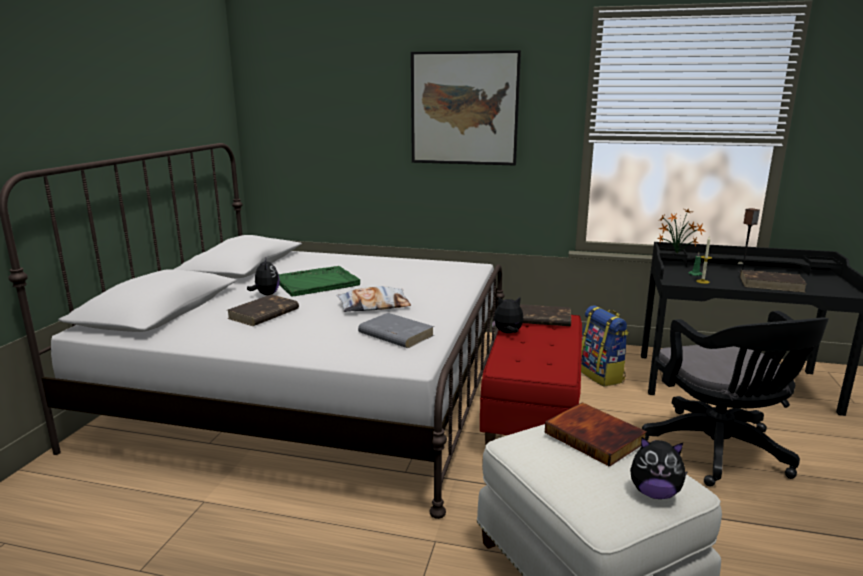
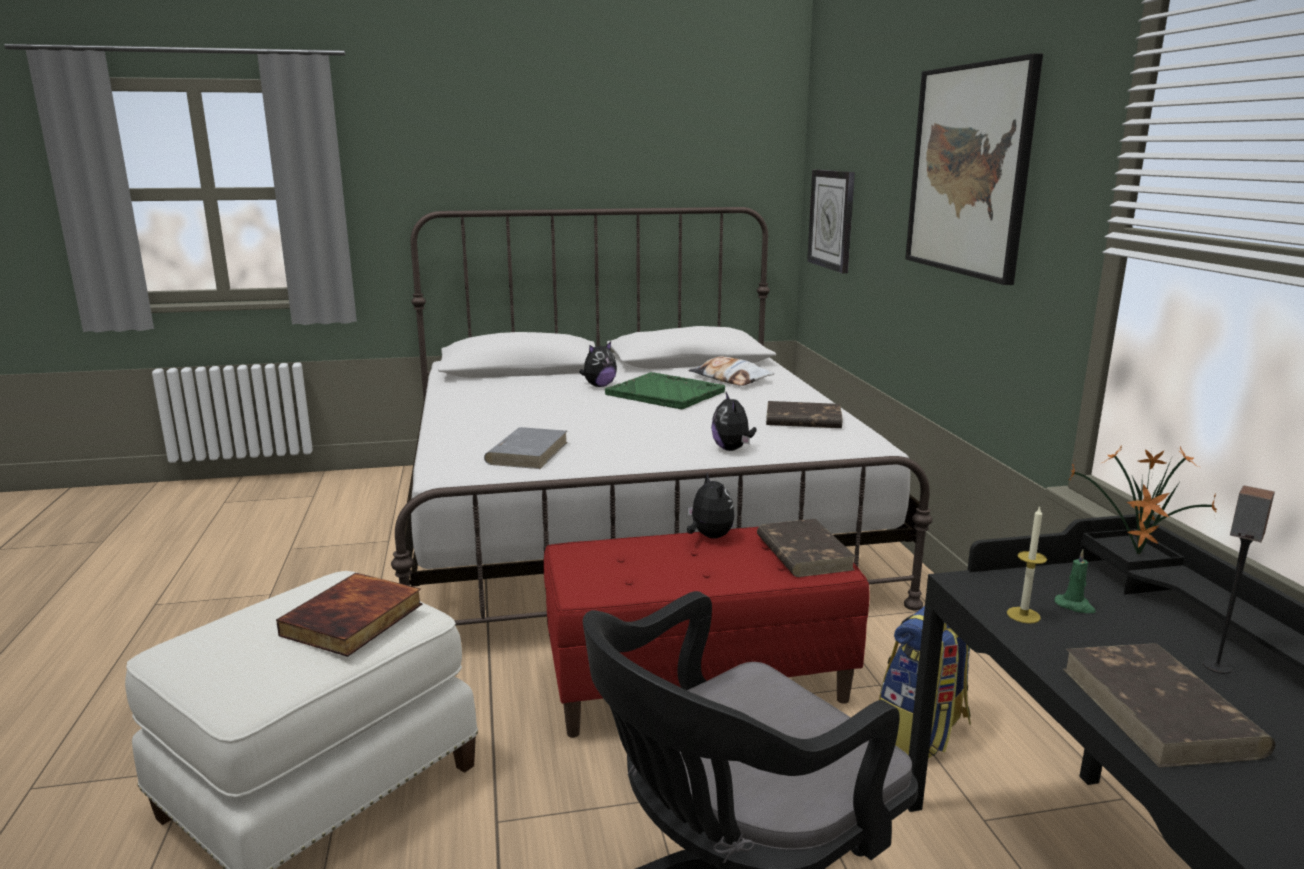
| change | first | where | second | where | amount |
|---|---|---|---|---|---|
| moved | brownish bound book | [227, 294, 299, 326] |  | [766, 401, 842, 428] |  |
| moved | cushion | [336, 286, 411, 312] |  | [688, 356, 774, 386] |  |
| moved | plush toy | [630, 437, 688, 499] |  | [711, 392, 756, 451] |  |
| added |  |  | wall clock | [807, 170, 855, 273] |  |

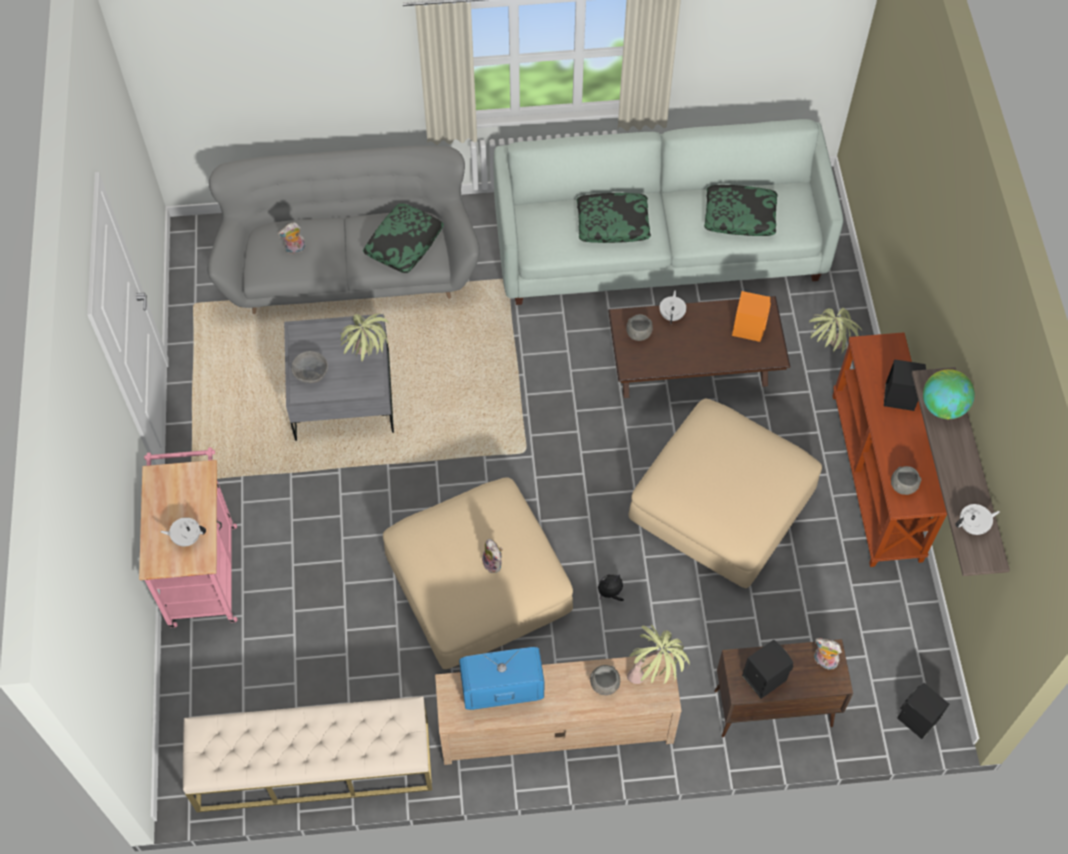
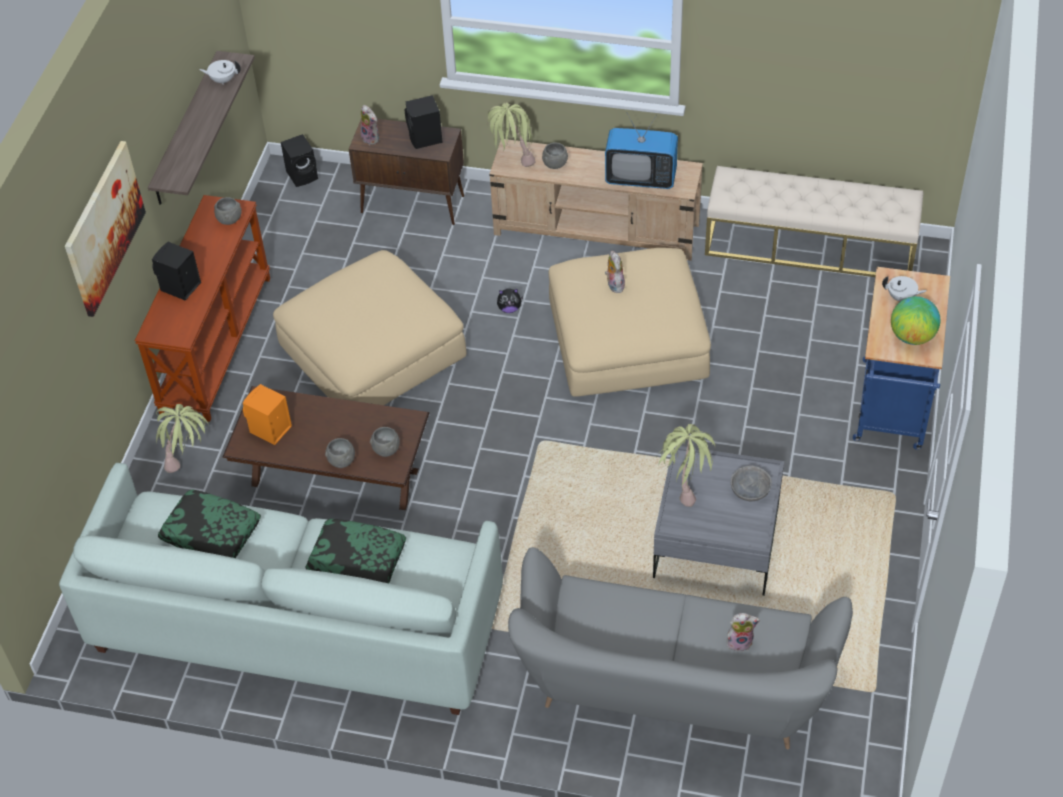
| change | first | where | second | where | amount |
|---|---|---|---|---|---|
| recoloured | pink trolley | [139, 447, 237, 628] | blue trolley | [853, 267, 950, 450] |  |
| removed | cushion | [363, 203, 444, 273] |  |  |  |
| replaced | whitish pot for tea | [659, 290, 686, 324] | gray serving bowl | [325, 438, 355, 468] |  |
| moved | world globe | [923, 369, 975, 419] |  | [891, 296, 940, 345] |  |
| added |  |  | wall picture | [65, 141, 146, 317] |  |

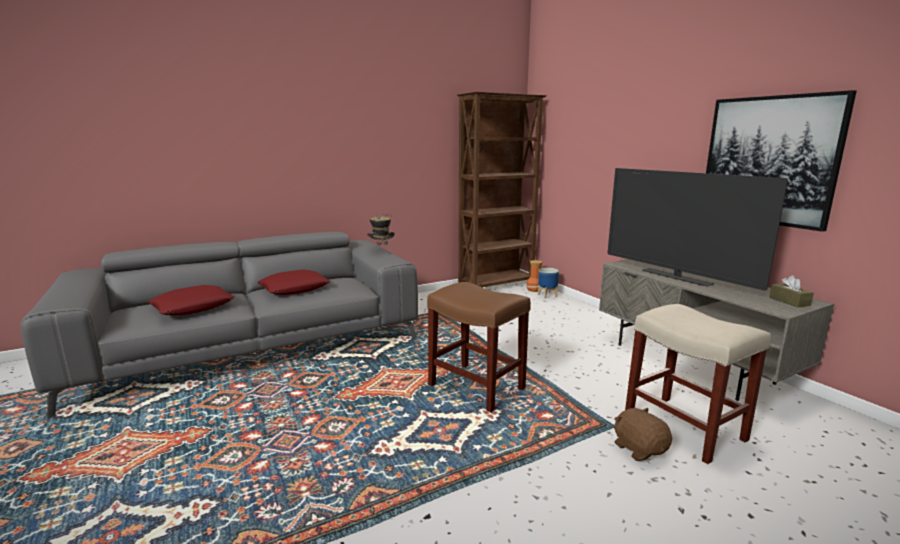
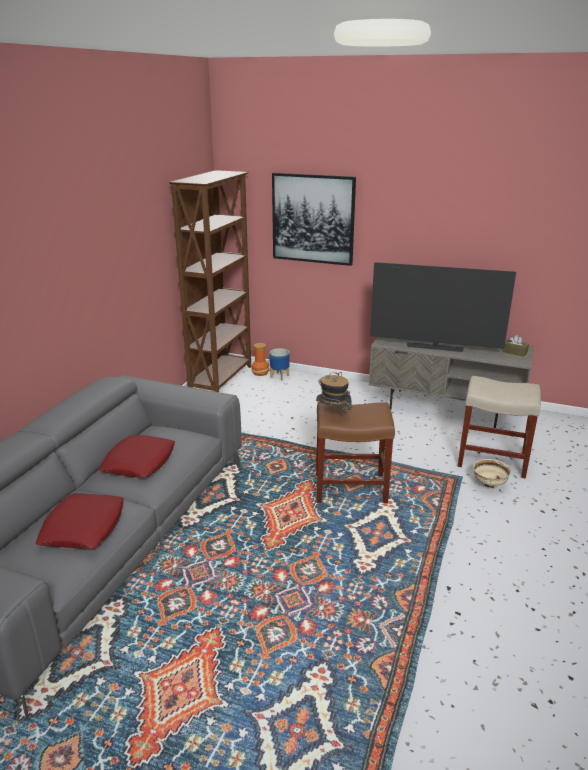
| change | first | where | second | where | amount |
|---|---|---|---|---|---|
| moved | wearable hat | [367, 214, 395, 246] |  | [316, 372, 352, 418] |  |
| replaced | brownish plush toy | [614, 408, 672, 461] | beige serving bowl | [473, 459, 511, 489] |  |
| moved | wall picture | [706, 90, 857, 232] |  | [272, 173, 356, 266] |  |

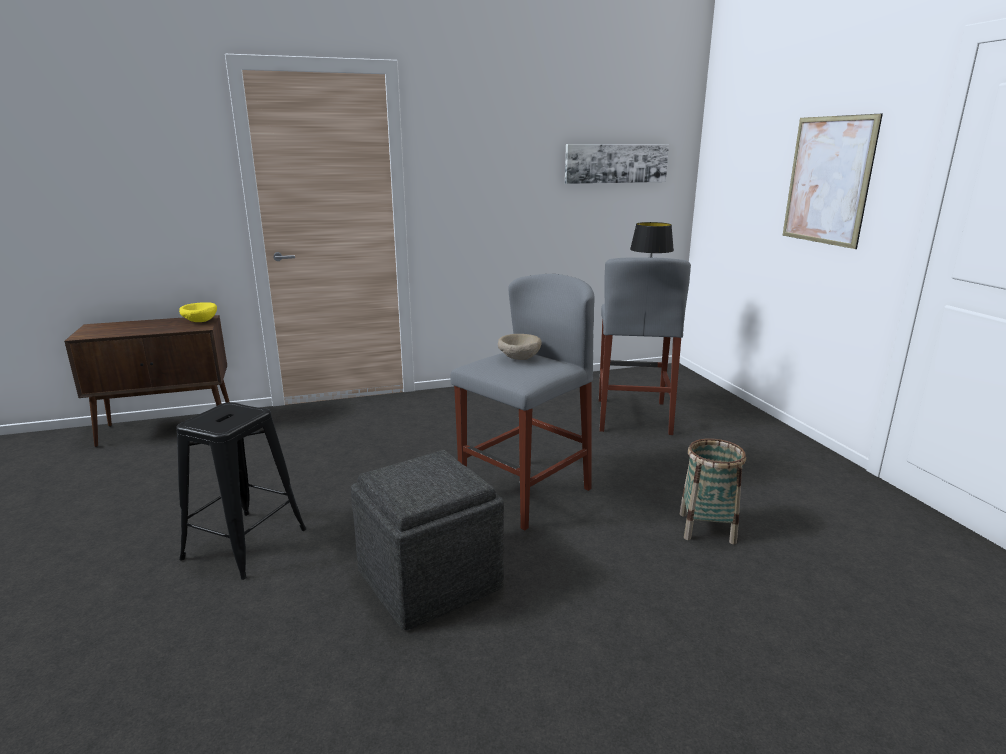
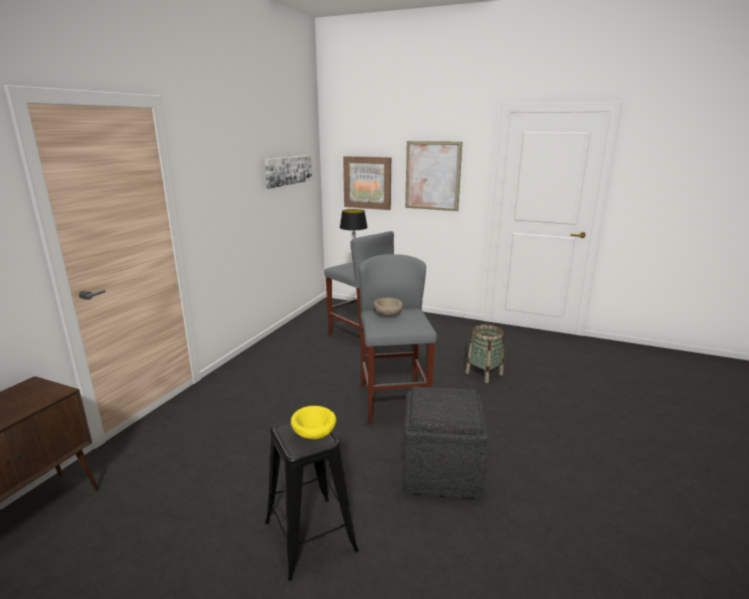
| change | first | where | second | where | amount |
|---|---|---|---|---|---|
| moved | yellow-coloured serving bowl | [179, 302, 217, 322] |  | [291, 406, 336, 440] |  |
| added |  |  | wall picture | [343, 156, 391, 210] |  |

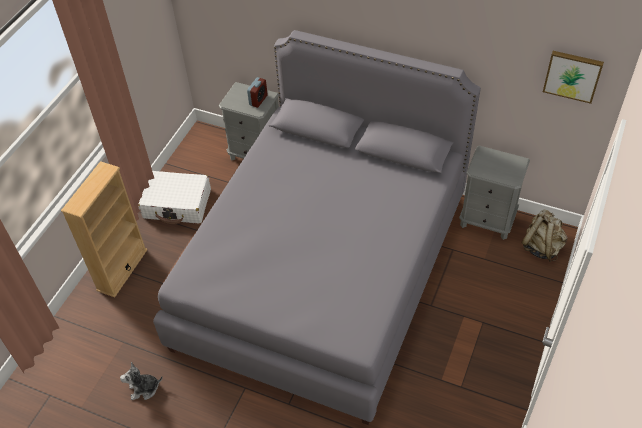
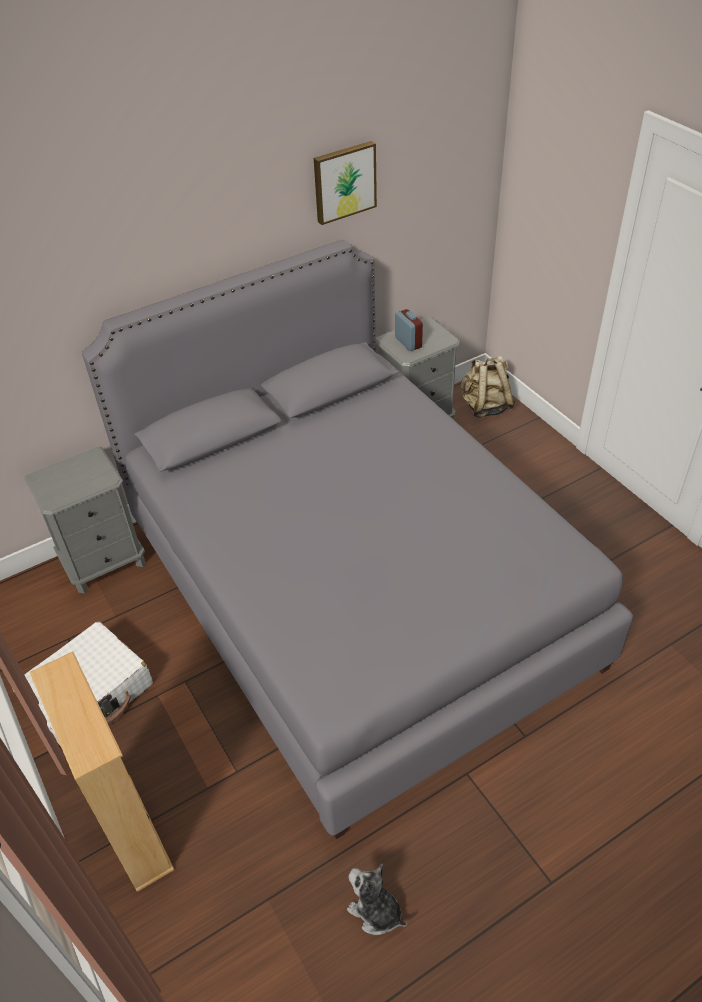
| change | first | where | second | where | amount |
|---|---|---|---|---|---|
| turned | plush toy | [120, 362, 163, 400] |  | [347, 864, 408, 935] | 105 degrees clockwise |
| moved | table clock | [247, 77, 267, 108] |  | [395, 309, 423, 351] |  |
| moved | wall picture | [543, 51, 604, 104] |  | [314, 141, 377, 225] |  |

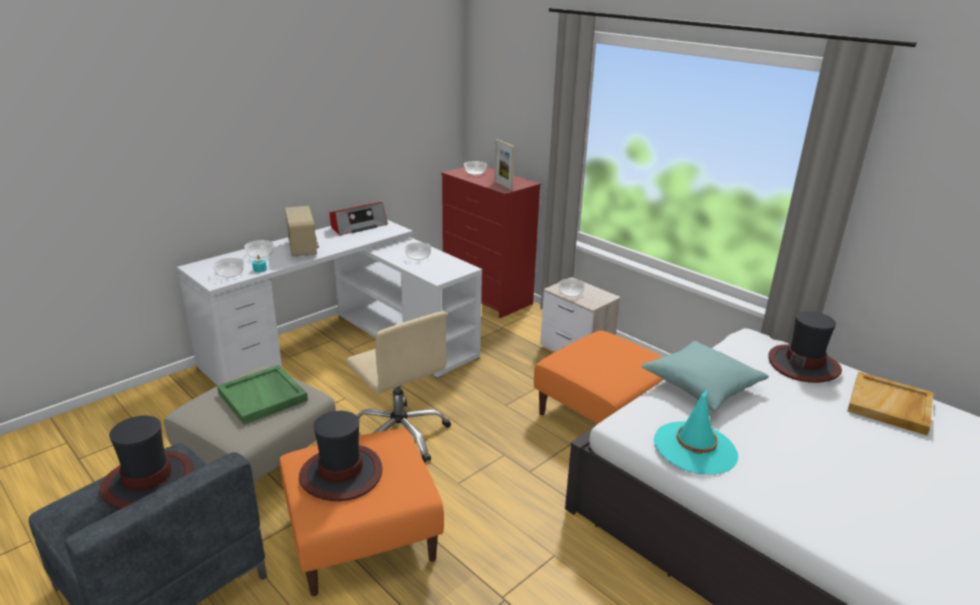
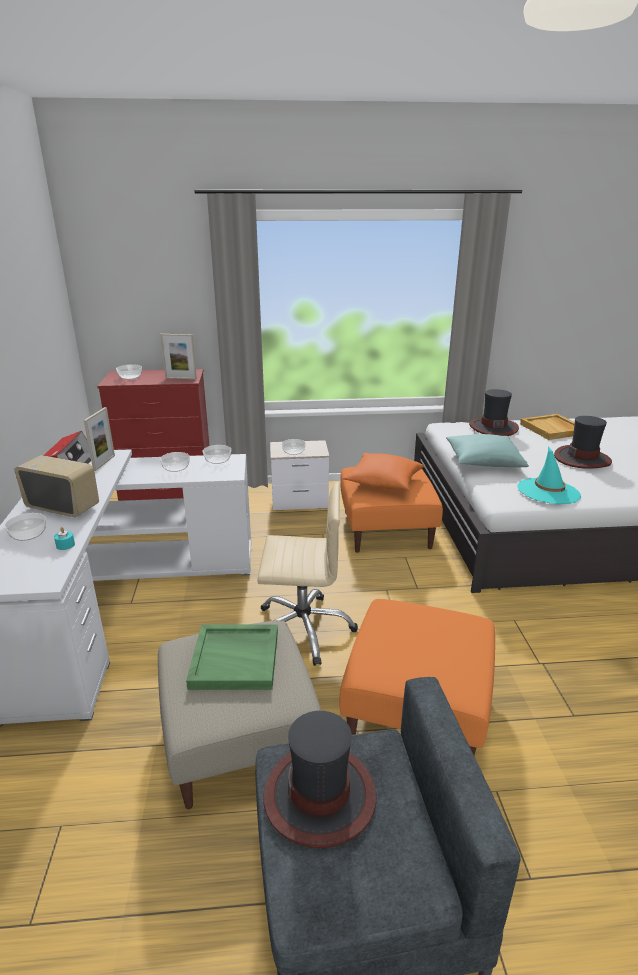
| change | first | where | second | where | amount |
|---|---|---|---|---|---|
| moved | serving bowl | [213, 258, 244, 278] |  | [203, 445, 231, 464] |  |
| moved | wearable hat | [299, 411, 383, 501] |  | [554, 416, 612, 469] |  |
| added |  |  | picture frame | [84, 407, 115, 471] |  |
| added |  |  | orange-coloured cushion | [342, 453, 424, 490] |  |

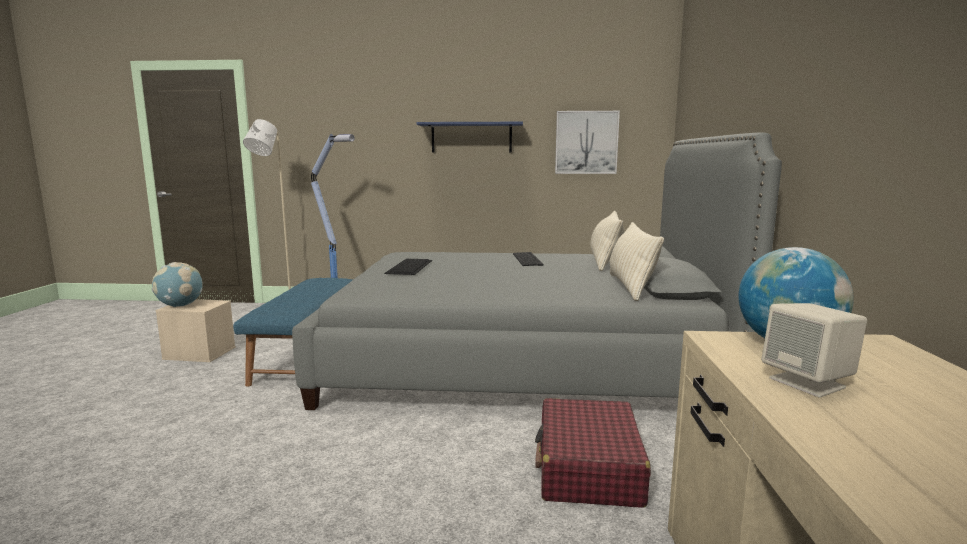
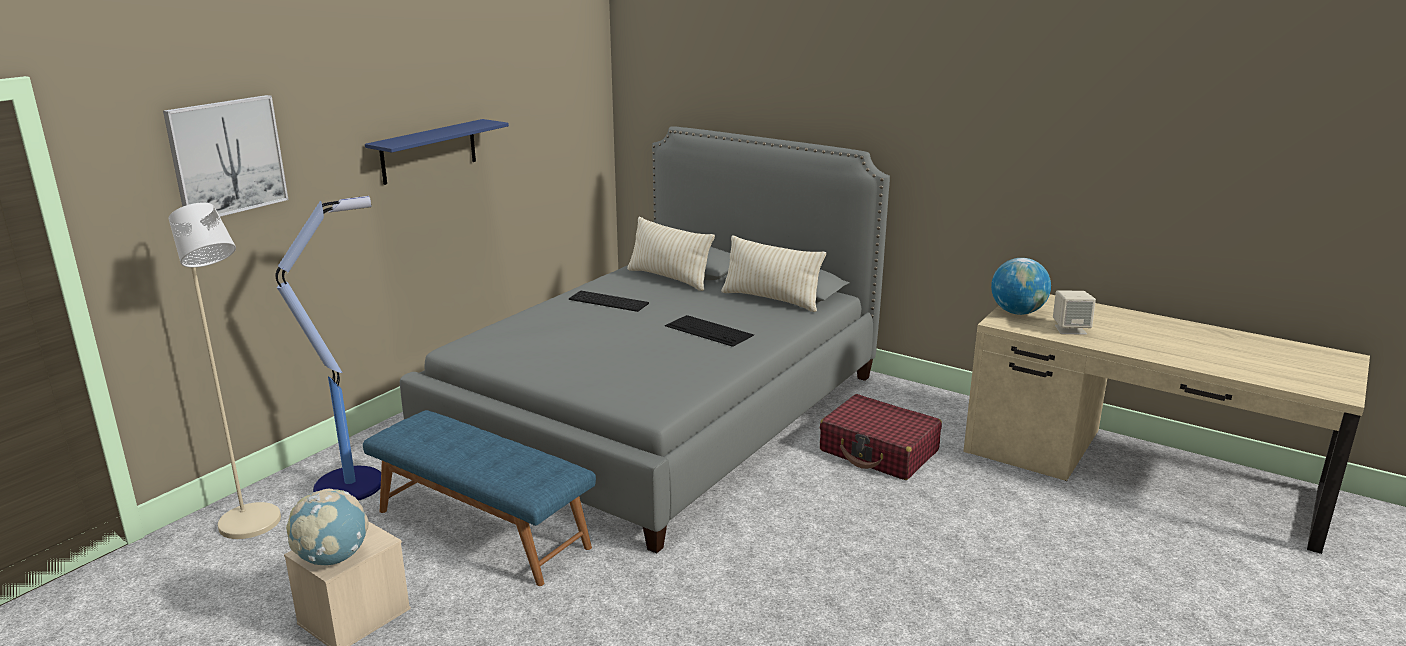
| change | first | where | second | where | amount |
|---|---|---|---|---|---|
| moved | computer keyboard | [384, 259, 432, 275] |  | [665, 315, 754, 347] |  |
| moved | wall picture | [555, 111, 620, 174] |  | [163, 95, 289, 217] |  |

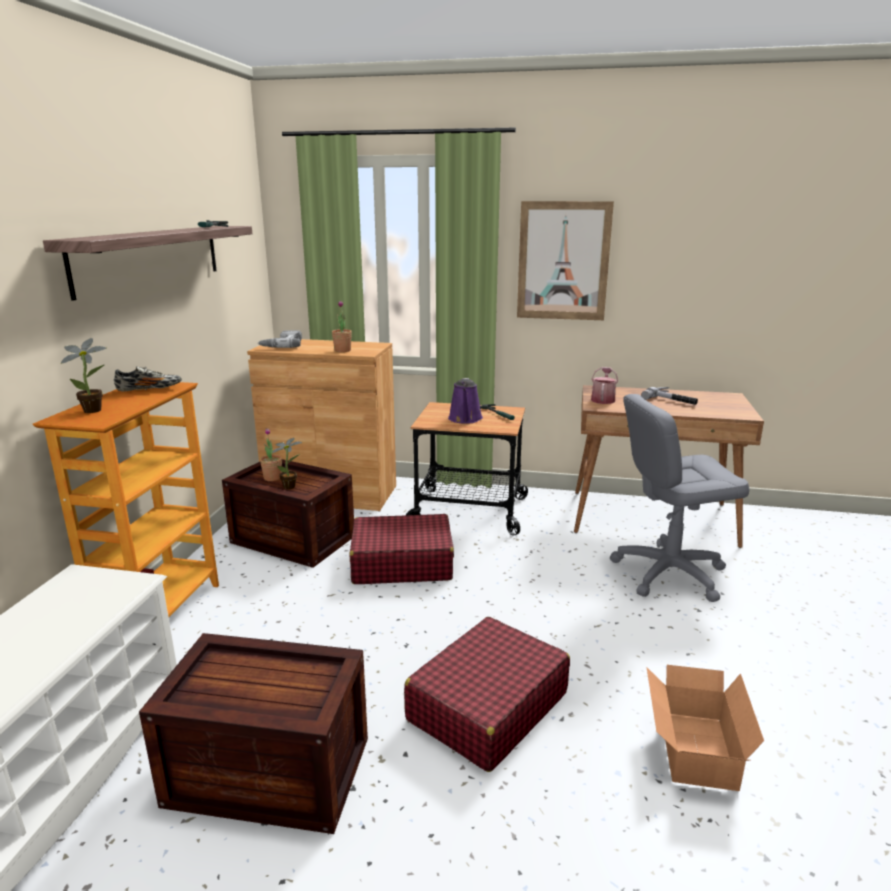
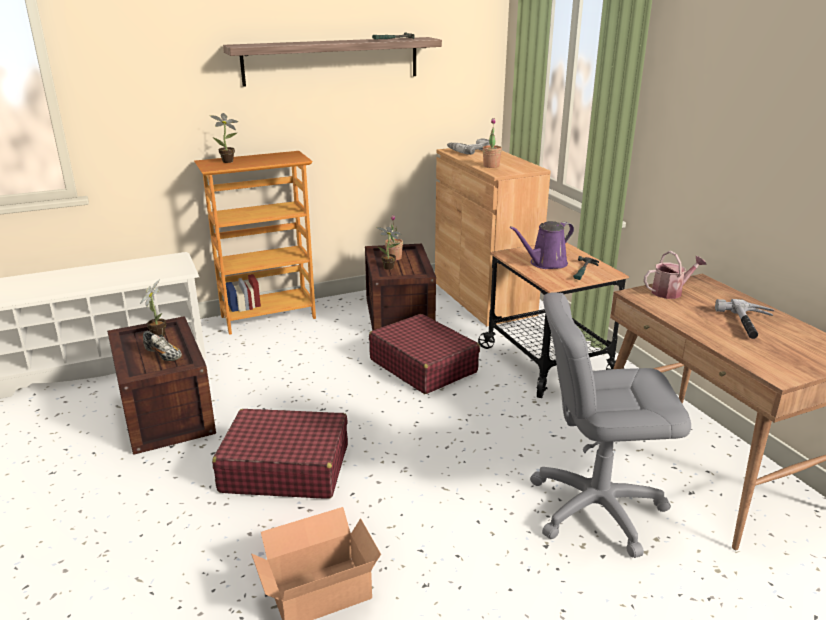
| change | first | where | second | where | amount |
|---|---|---|---|---|---|
| moved | shoe | [114, 366, 182, 391] |  | [143, 331, 182, 361] |  |
| removed | wall picture | [517, 201, 614, 320] |  |  |  |
| turned | gray desk chair | [610, 394, 749, 602] |  | [530, 292, 691, 558] | 45 degrees counterclockwise |
| added |  |  | houseplant | [140, 279, 166, 336] |  |

